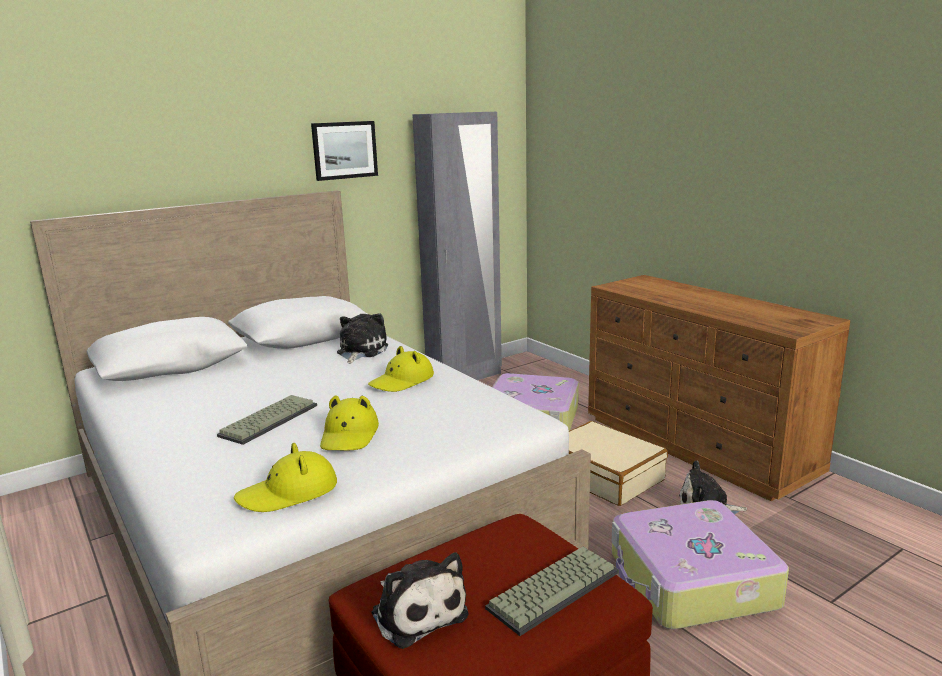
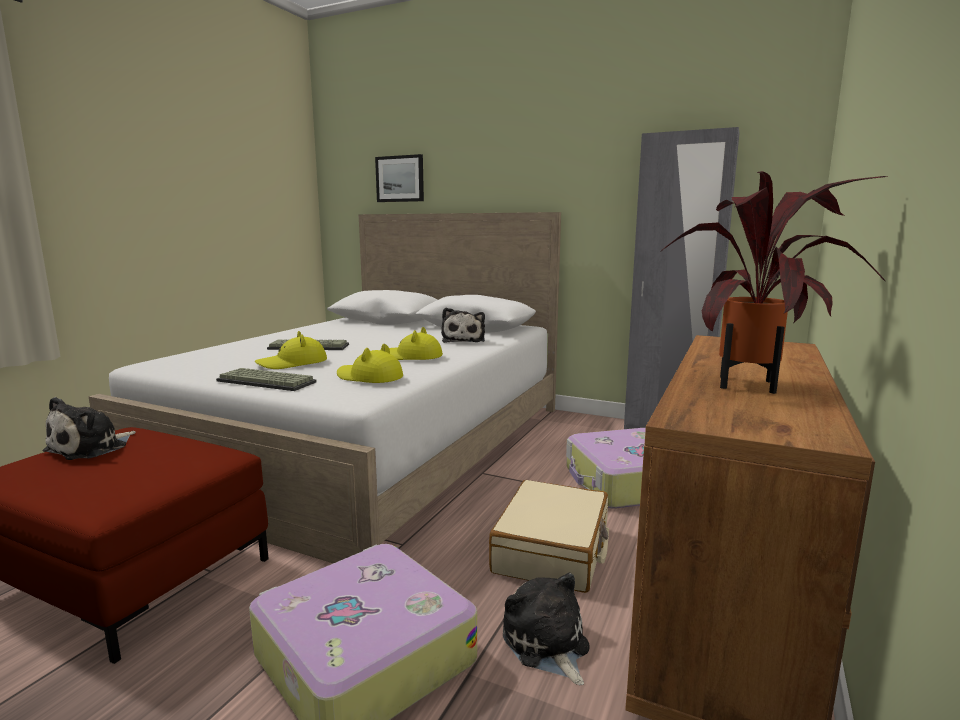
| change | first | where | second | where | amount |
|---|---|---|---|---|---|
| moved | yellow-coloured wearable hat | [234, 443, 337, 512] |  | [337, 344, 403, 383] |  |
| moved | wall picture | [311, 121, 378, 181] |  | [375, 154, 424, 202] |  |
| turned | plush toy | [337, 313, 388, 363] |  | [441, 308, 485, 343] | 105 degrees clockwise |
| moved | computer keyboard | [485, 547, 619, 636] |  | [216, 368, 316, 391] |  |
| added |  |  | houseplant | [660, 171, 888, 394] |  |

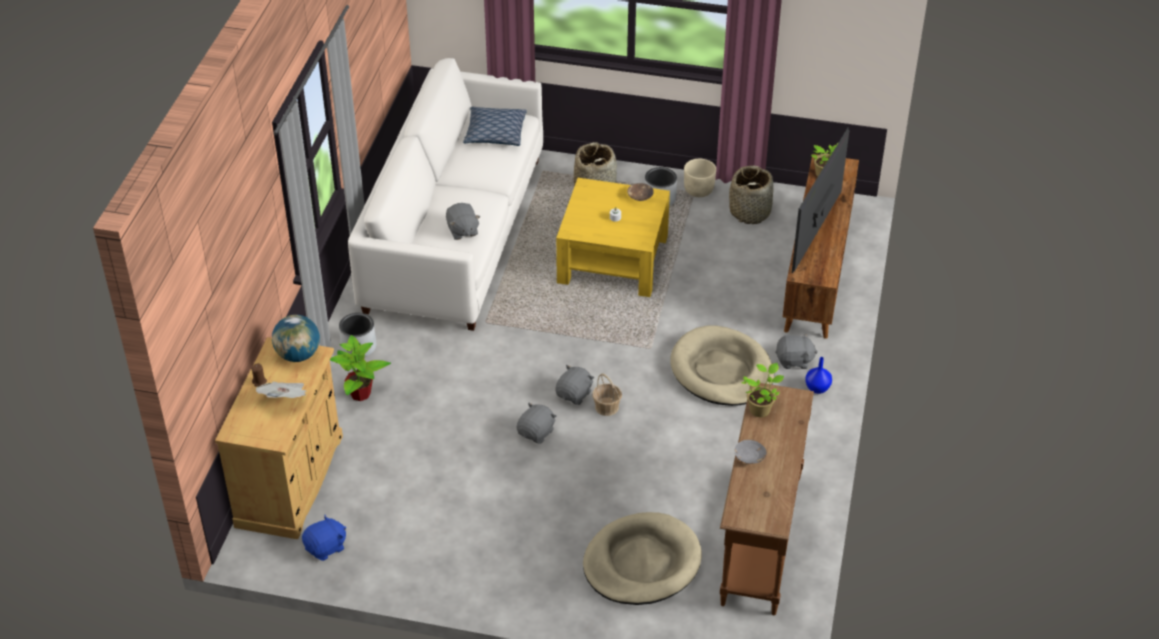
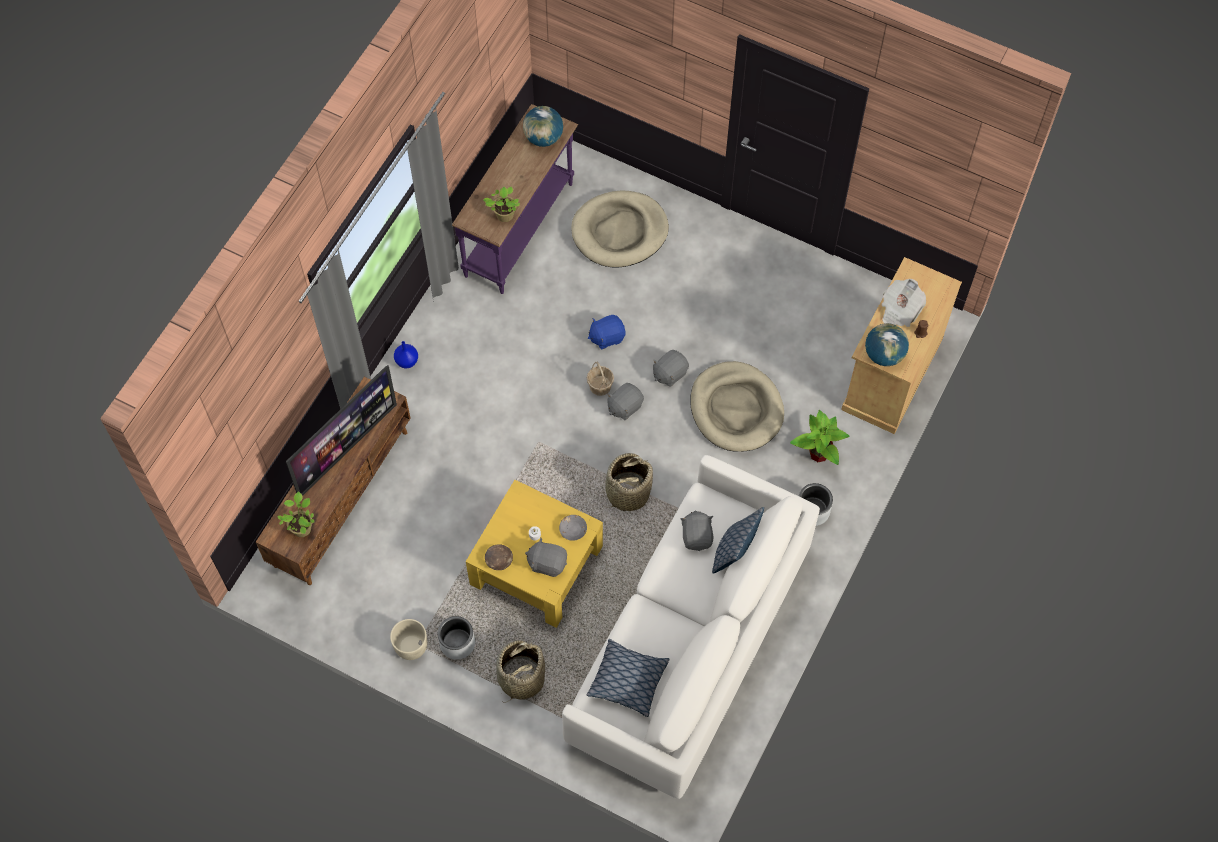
| change | first | where | second | where | amount |
|---|---|---|---|---|---|
| moved | blue plush toy | [302, 515, 346, 561] |  | [588, 315, 626, 350] |  |
| moved | beige dog cushion | [670, 325, 774, 406] |  | [691, 361, 784, 452] |  |
| recoloured | brownish hall table | [720, 383, 814, 615] | purplish hall table | [452, 104, 578, 294] |  |
| moved | storage basket | [729, 165, 774, 224] |  | [604, 453, 653, 511] |  |
| moved | gray serving bowl | [734, 440, 767, 464] |  | [559, 515, 587, 541] |  |
| moved | gray plush toy | [775, 333, 818, 369] |  | [525, 537, 567, 577] |  |
| added |  |  | world globe | [523, 106, 563, 147] |  |
| added |  |  | cushion | [712, 507, 764, 574] |  |

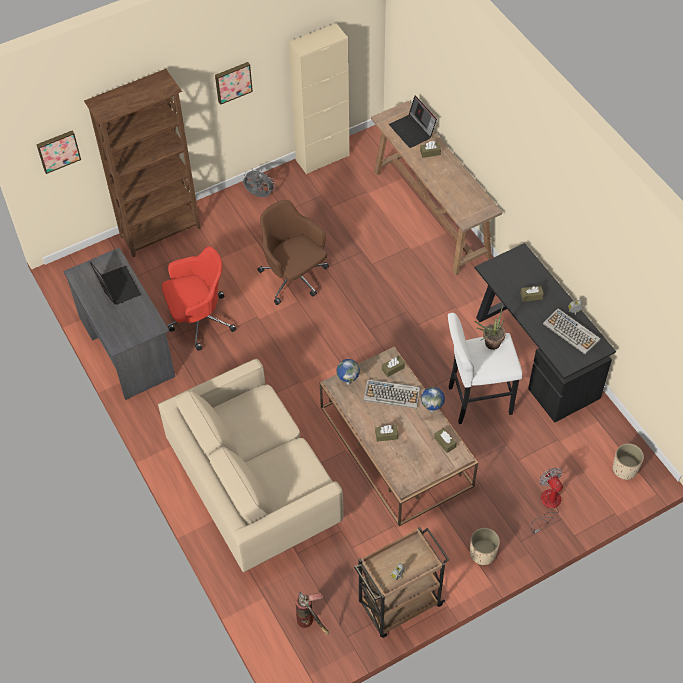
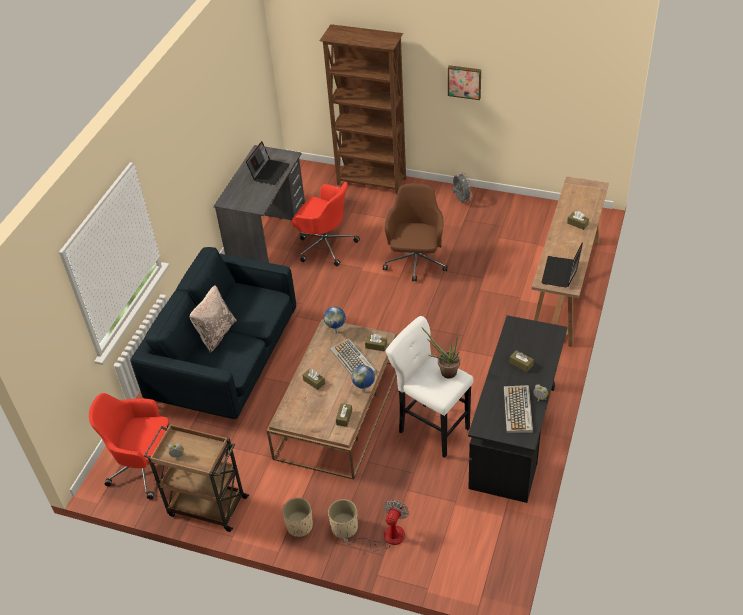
| change | first | where | second | where | amount |
|---|---|---|---|---|---|
| removed | wall picture | [36, 130, 81, 174] |  |  |  |
| recoloured | beige settee | [158, 359, 344, 572] | blue settee | [130, 247, 296, 419] |  |
| removed | beige cabinet | [288, 23, 350, 174] |  |  |  |
| replaced | extinguisher | [296, 592, 329, 635] | reddish desk chair | [89, 393, 169, 500] |  |
| moved | laptop | [389, 96, 437, 148] |  | [541, 243, 583, 287] |  |
| moved | beige plant pot | [613, 443, 644, 480] |  | [328, 499, 358, 538] |  |
| added |  |  | beige cushion | [189, 285, 237, 352] |  |

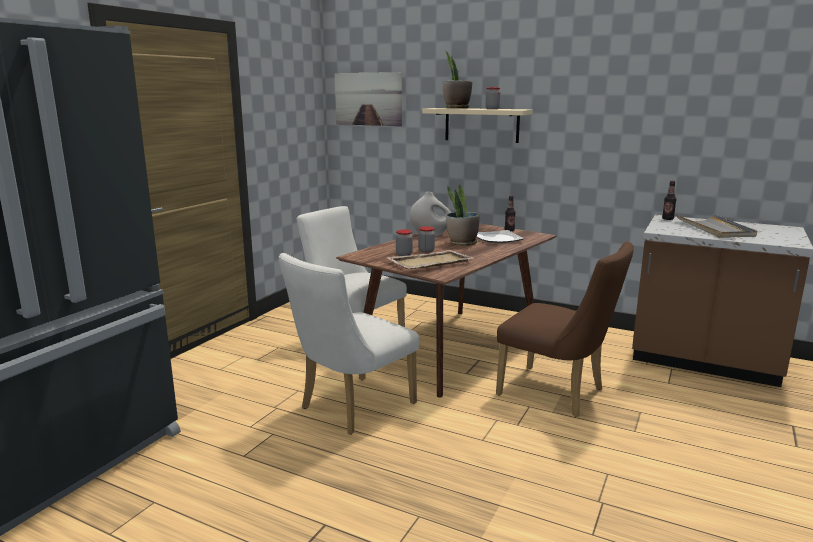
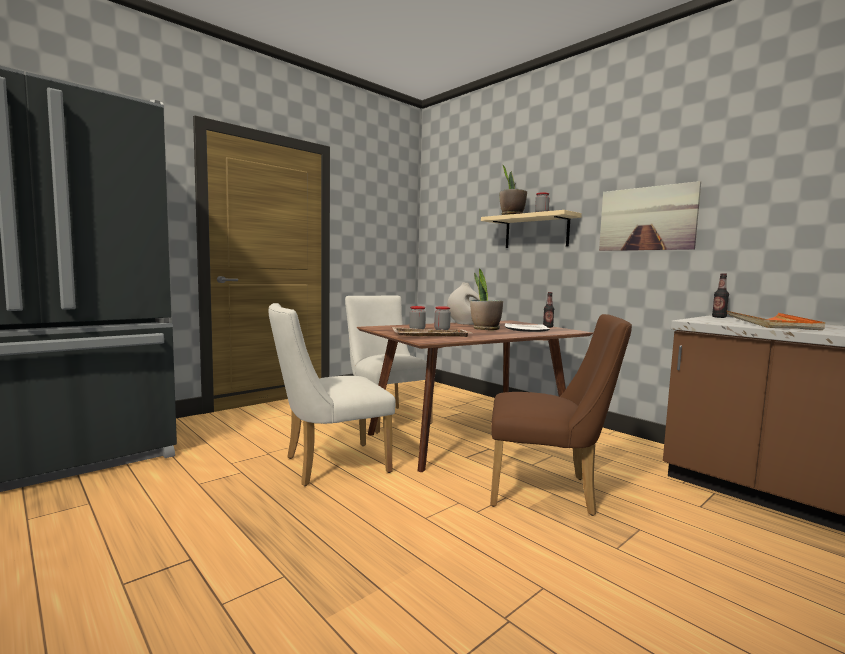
| change | first | where | second | where | amount |
|---|---|---|---|---|---|
| moved | wall picture | [335, 72, 402, 126] |  | [599, 181, 701, 251] |  |
| turned | brownish plain chair | [496, 242, 634, 417] |  | [490, 314, 632, 516] | 45 degrees counterclockwise |
| recoloured | gray tray | [676, 214, 757, 238] | orange-coloured tray | [727, 311, 825, 330] |  |

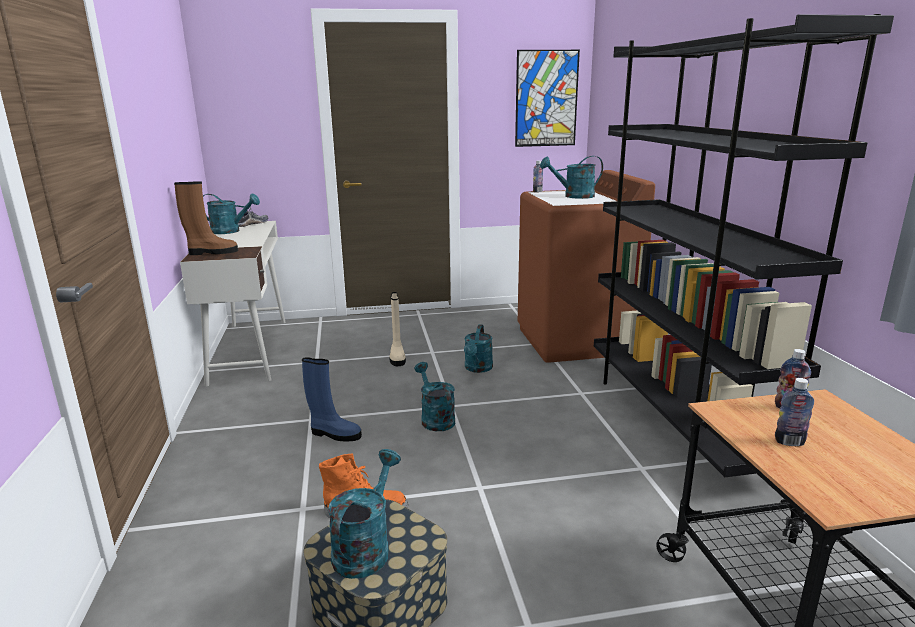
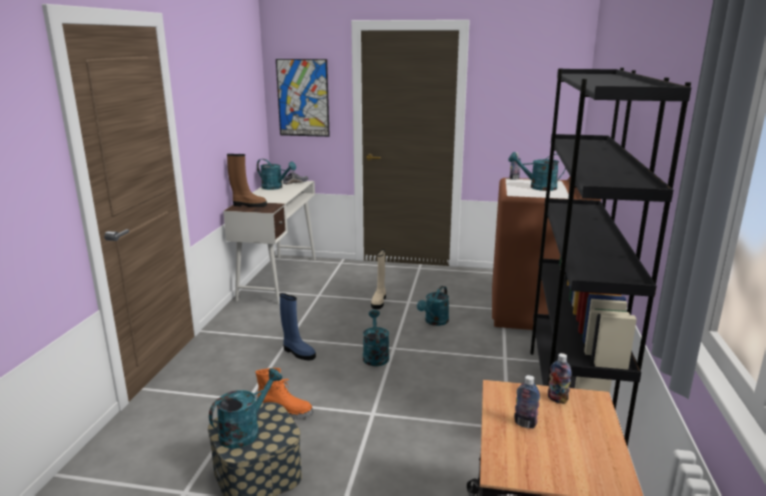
| change | first | where | second | where | amount |
|---|---|---|---|---|---|
| moved | wall picture | [515, 50, 580, 147] |  | [276, 59, 330, 137] |  |

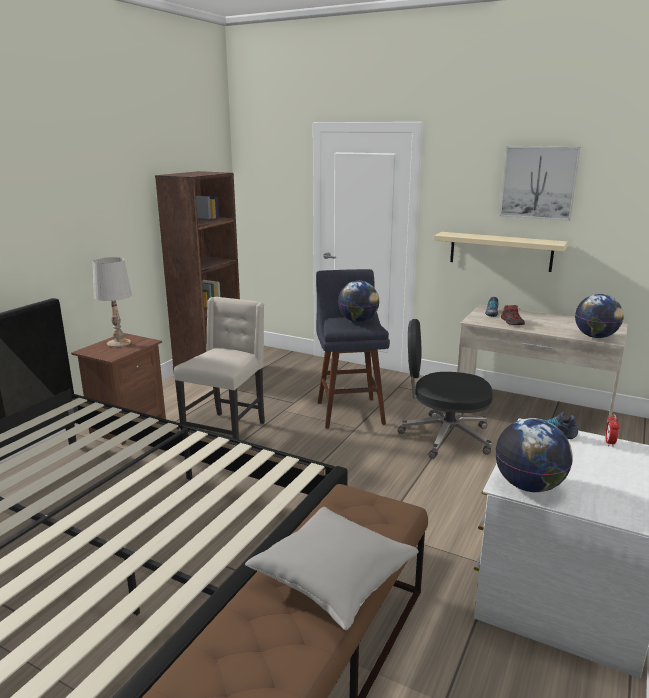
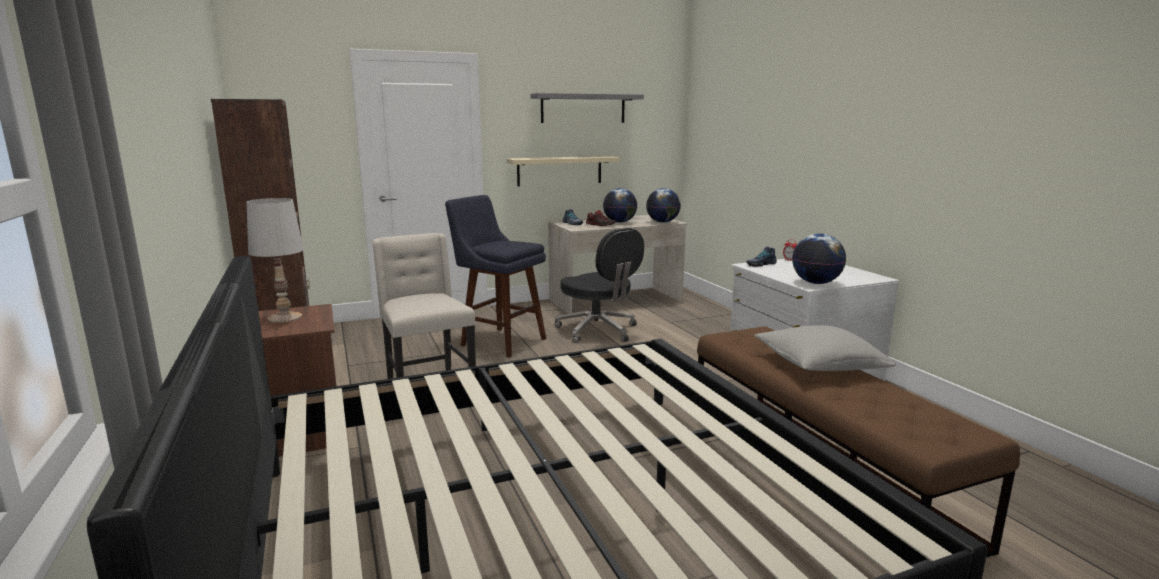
| change | first | where | second | where | amount |
|---|---|---|---|---|---|
| moved | world globe | [338, 281, 380, 322] |  | [603, 188, 637, 223] |  |
| turned | black-coloured desk chair | [398, 319, 493, 459] |  | [554, 228, 644, 343] | 90 degrees counterclockwise |
| replaced | wall picture | [500, 146, 581, 221] | gray bracket shelf | [531, 93, 644, 123] |  |

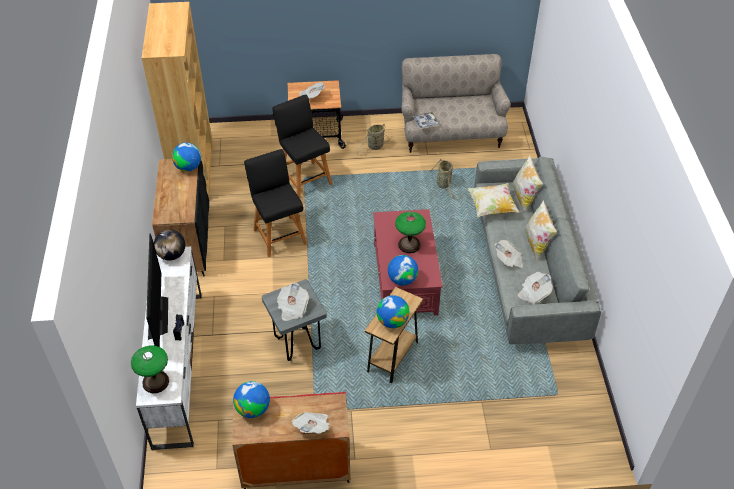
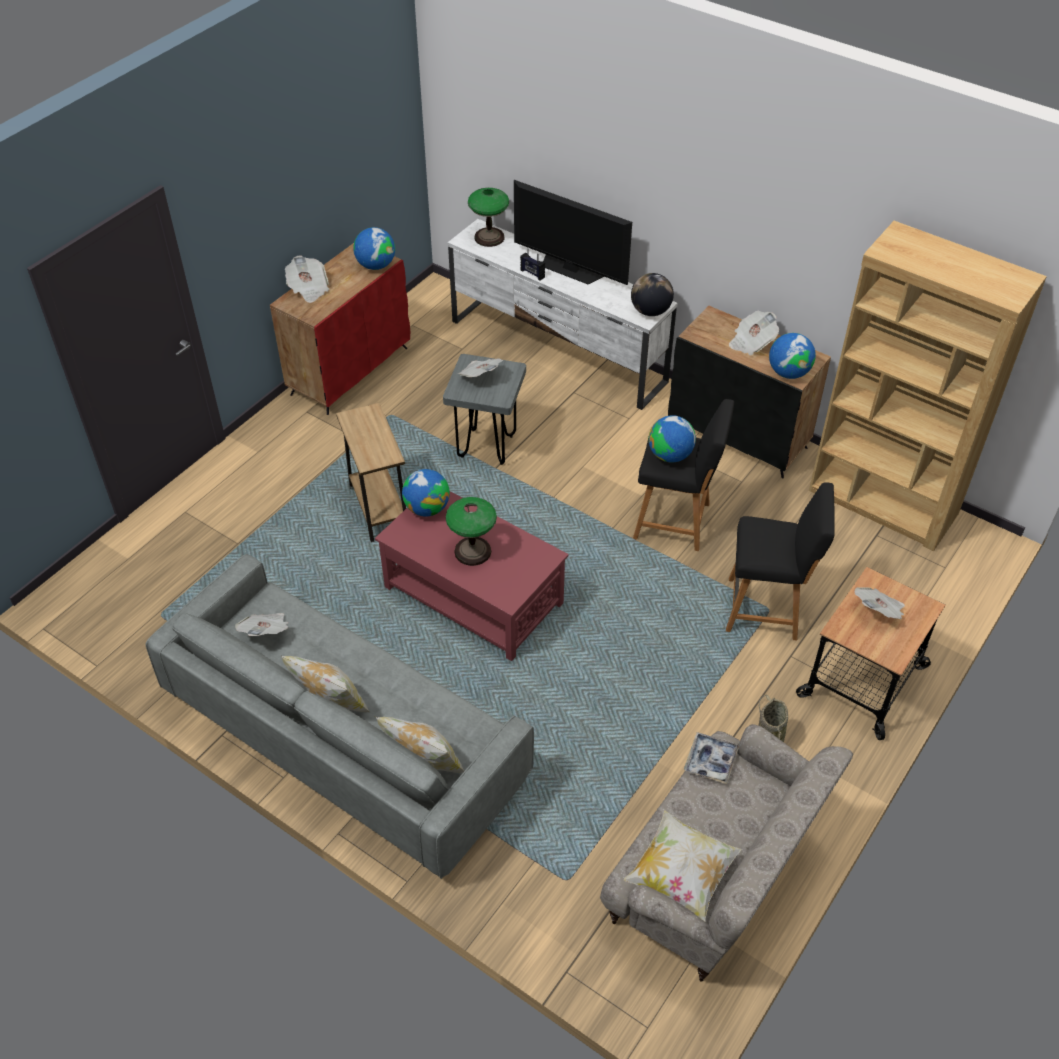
| change | first | where | second | where | amount |
|---|---|---|---|---|---|
| moved | world globe | [377, 295, 409, 328] |  | [649, 415, 696, 462] |  |
| removed | storage basket | [429, 159, 455, 198] |  |  |  |
| moved | cushion | [468, 183, 519, 217] |  | [624, 810, 742, 922] |  |
| moved | newspaper | [495, 240, 523, 268] |  | [729, 311, 779, 355] |  |

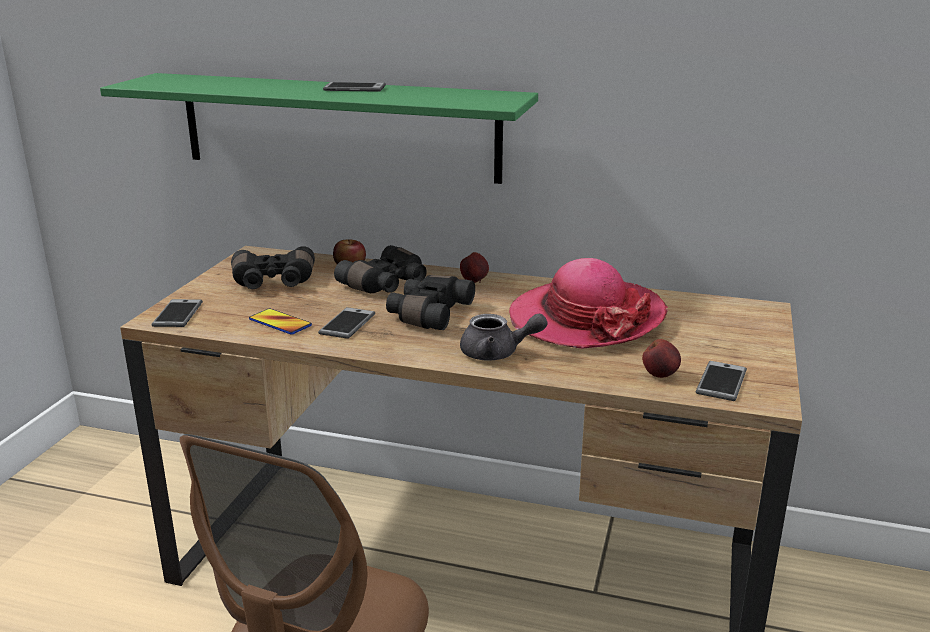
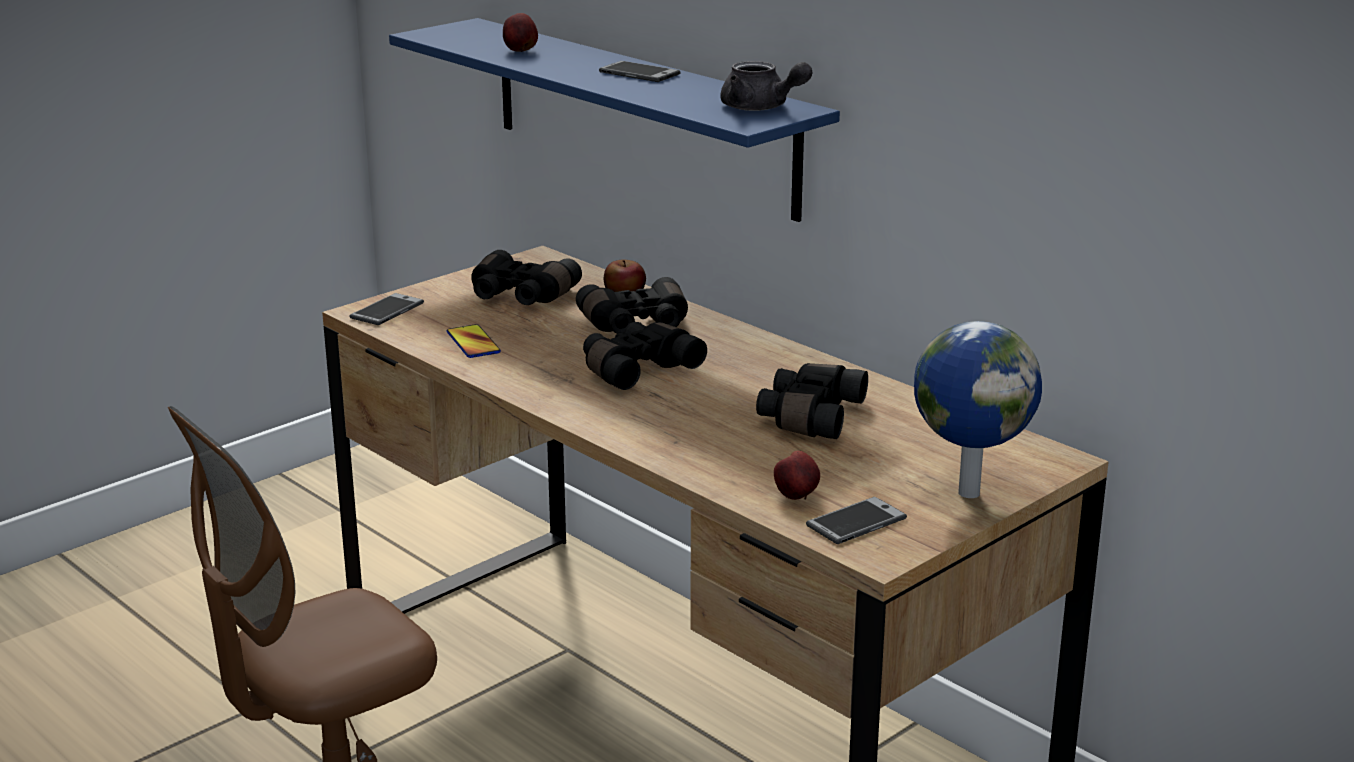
| change | first | where | second | where | amount |
|---|---|---|---|---|---|
| recoloured | green-coloured bracket shelf | [100, 73, 538, 184] | blue bracket shelf | [389, 18, 840, 222] |  |
| removed | handset | [318, 307, 375, 339] |  |  |  |
| moved | apple | [460, 252, 489, 283] |  | [503, 13, 538, 52] |  |
| moved | gray pot for tea | [460, 314, 548, 361] |  | [720, 61, 812, 111] |  |
| replaced | wearable hat | [509, 258, 668, 349] | black-coloured binoculars | [756, 363, 868, 439] |  |
| added |  |  | world globe | [914, 321, 1042, 498] |  |

